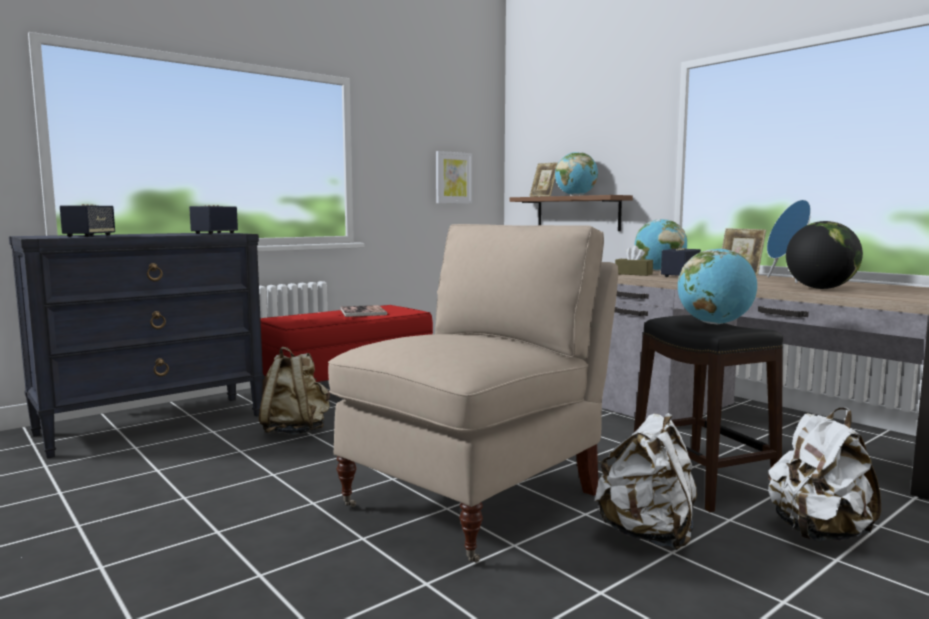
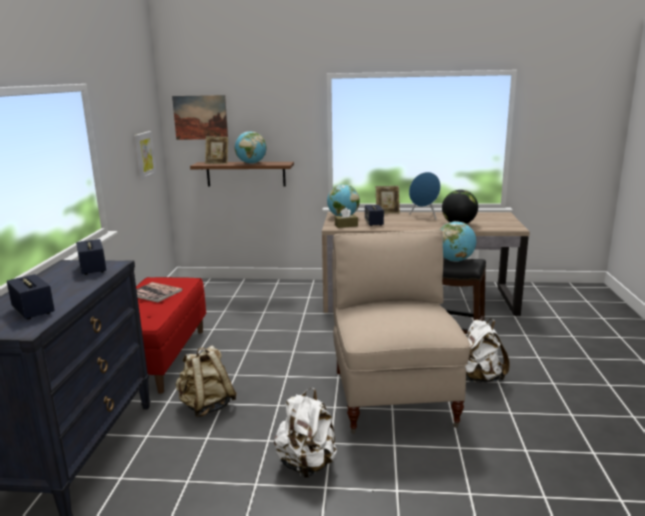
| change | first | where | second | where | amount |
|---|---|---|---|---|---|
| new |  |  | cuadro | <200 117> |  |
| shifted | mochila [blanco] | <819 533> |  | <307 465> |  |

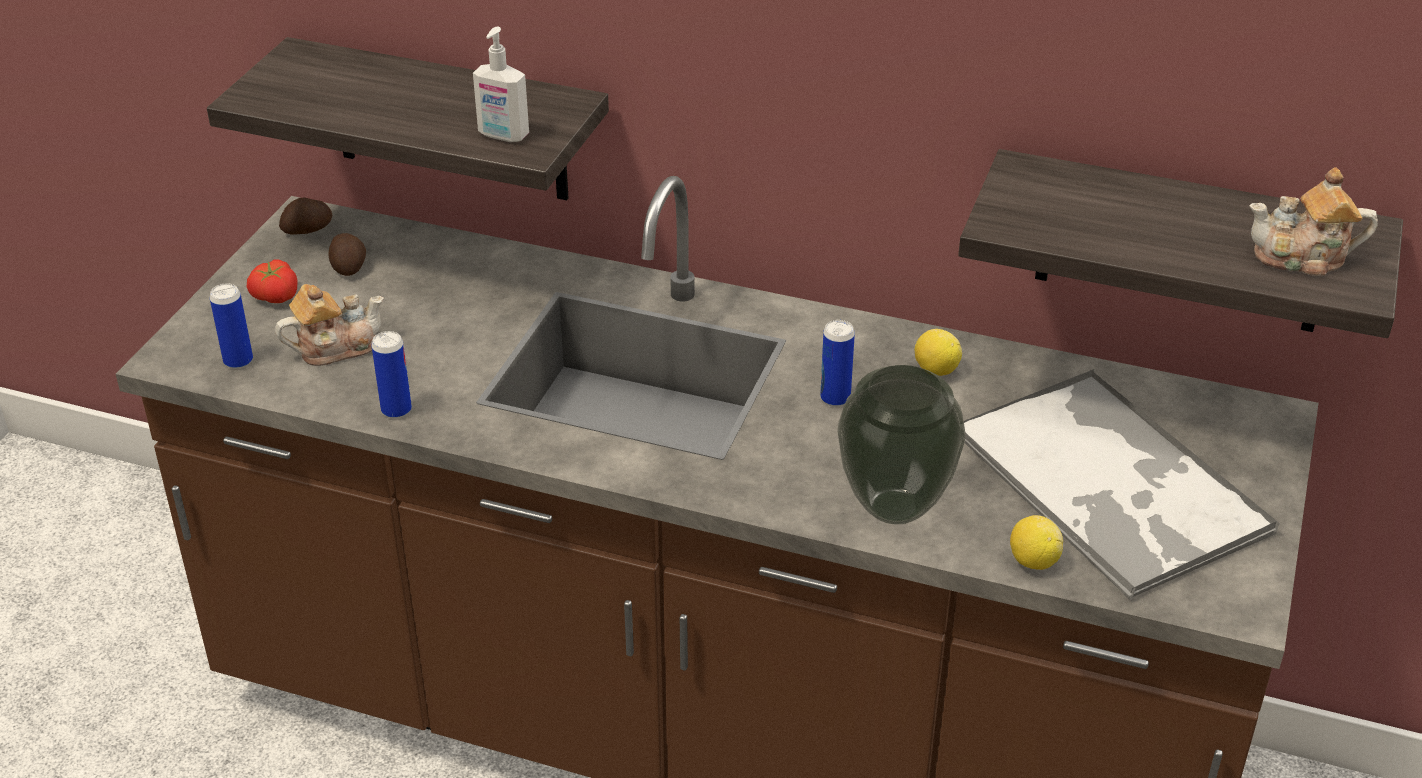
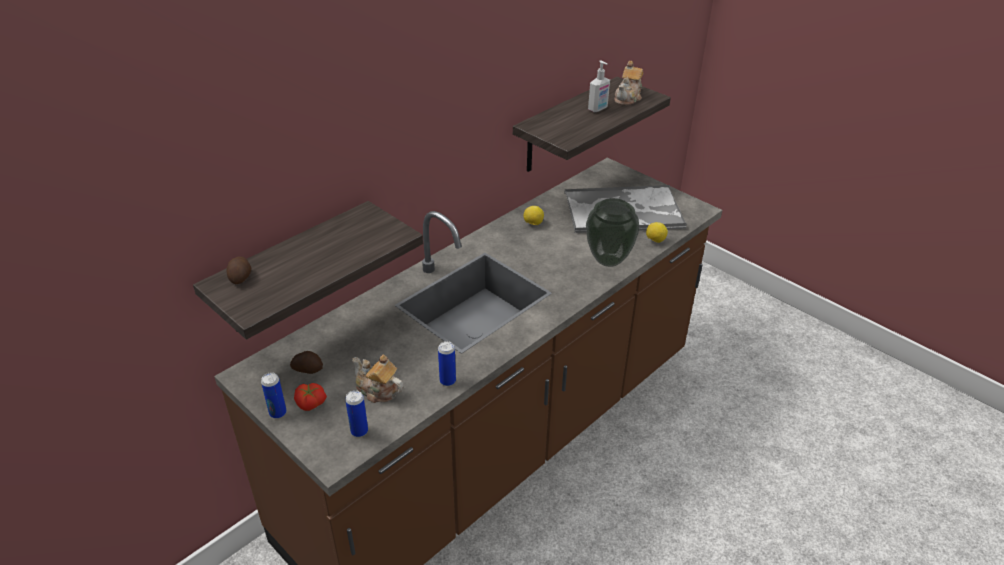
| change | first | where | second | where | amount |
|---|---|---|---|---|---|
| shifted | patata | <308 230> |  | <241 277> |  |
| shifted | dispensador de jabón | <503 136> |  | <598 109> |  |
| shifted | lata | <835 398> |  | <278 413> |  |
| rotated | tetera | <335 347> |  | <377 391> | 60 degrees counterclockwise |

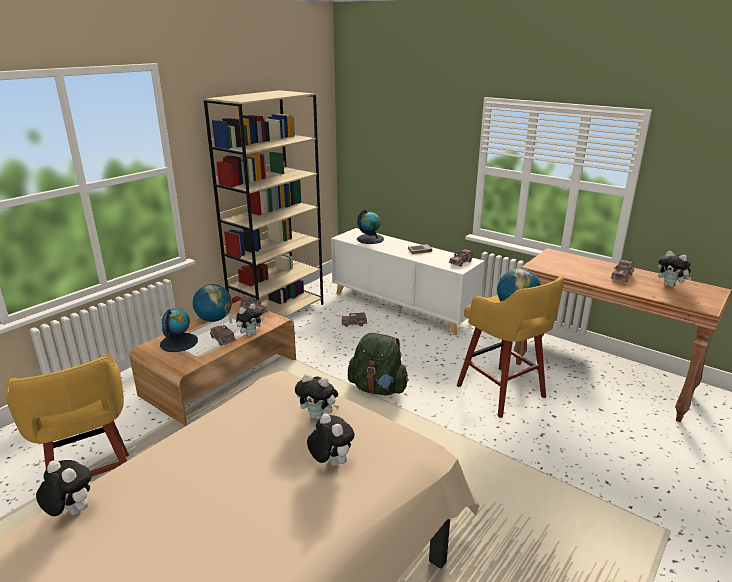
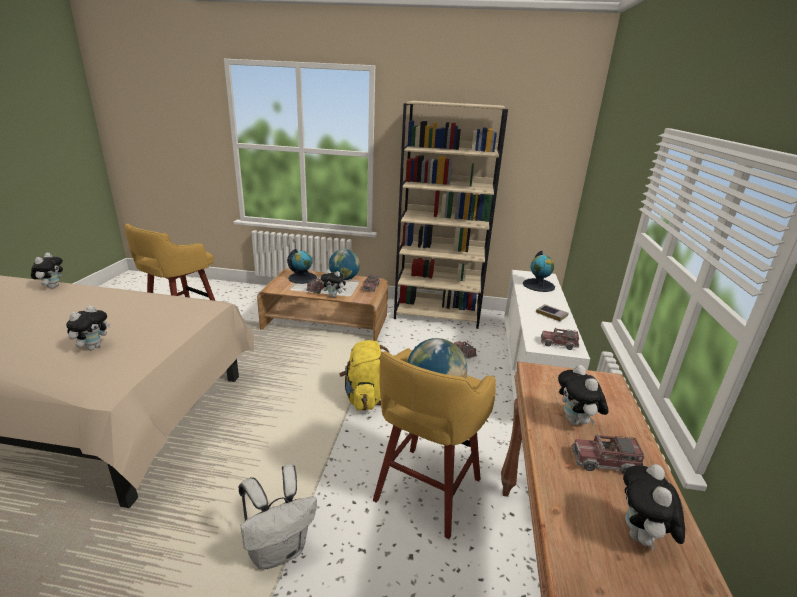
| change | first | where | second | where | amount |
|---|---|---|---|---|---|
| new |  |  | mochila [blanco] | <279 549> |  |
| shifted | peluche | <318 416> |  | <576 422> |  |
| repainted | mochila [verde] | <378 388> | mochila [amarillo] | <365 398> |  |

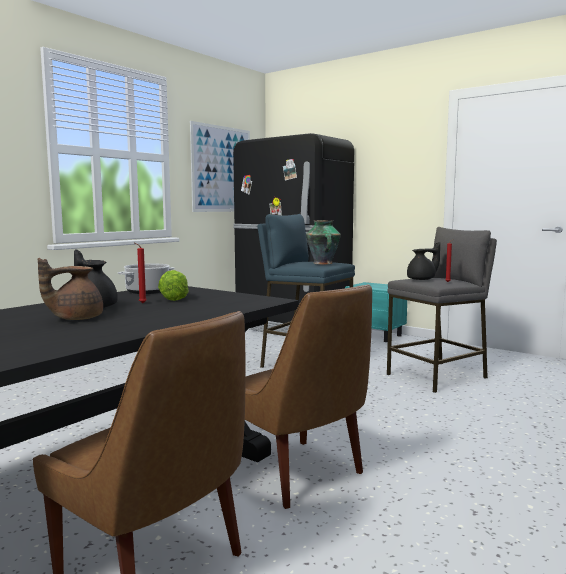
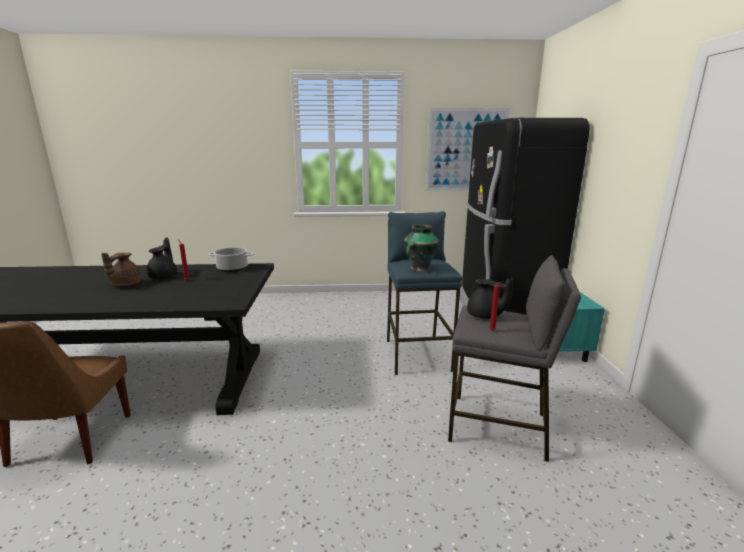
| change | first | where | second | where | amount |
|---|---|---|---|---|---|
| gone | lechuga | <176 297> |  |  |  |
| gone | silla [marrón] | <299 474> |  |  |  |
| rotated | tetera [marrón] | <75 318> |  | <125 284> | 90 degrees counterclockwise |

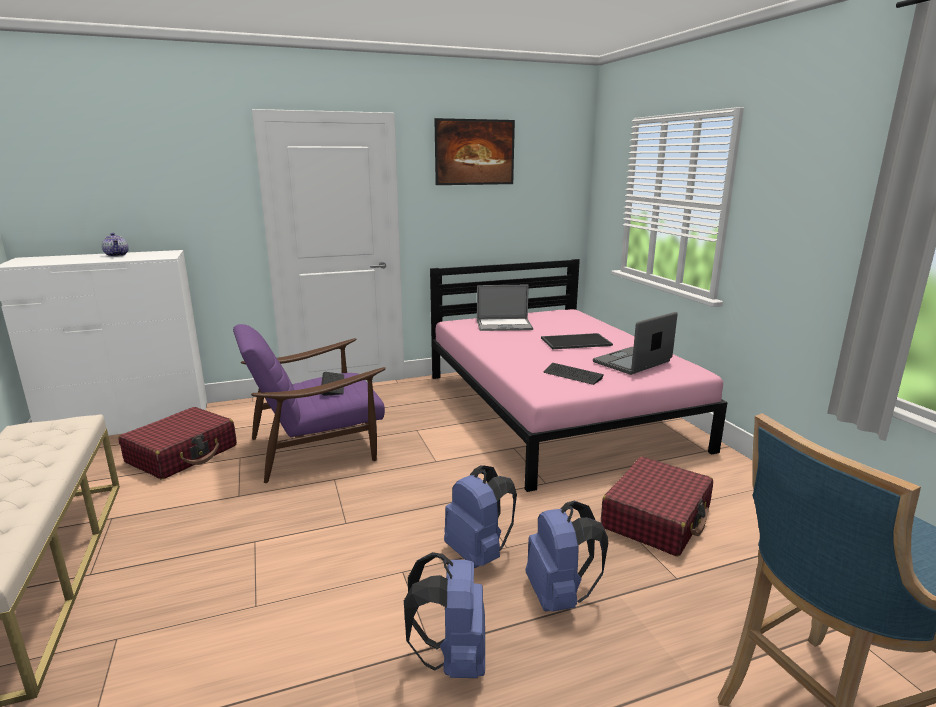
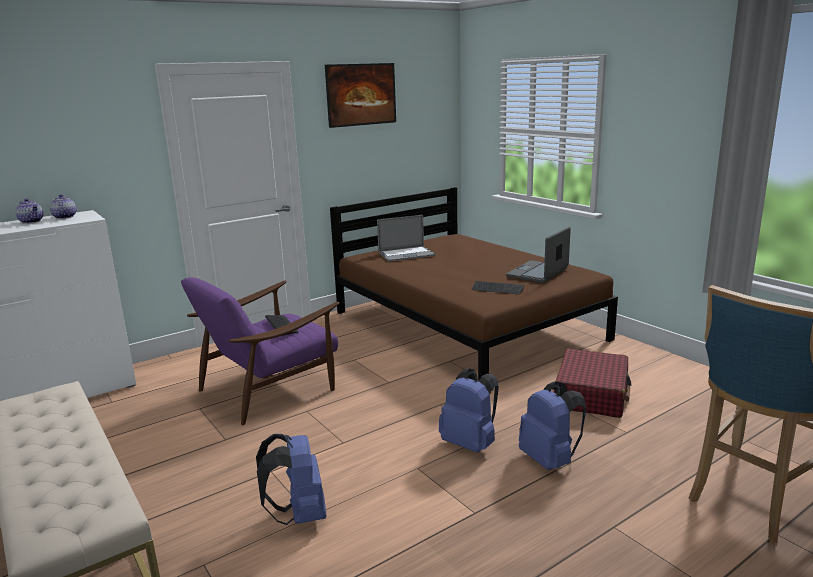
| change | first | where | second | where | amount |
|---|---|---|---|---|---|
| gone | maleta [rojo] | <182 454> |  |  |  |
| gone | bandeja | <576 341> |  |  |  |
| new |  |  | tetera | <64 217> |  |
| shifted | mochila [azul] | <453 658> |  | <299 515> |  |
| repainted | cama [rosa] | <555 409> | cama [marrón] | <466 325> |  |

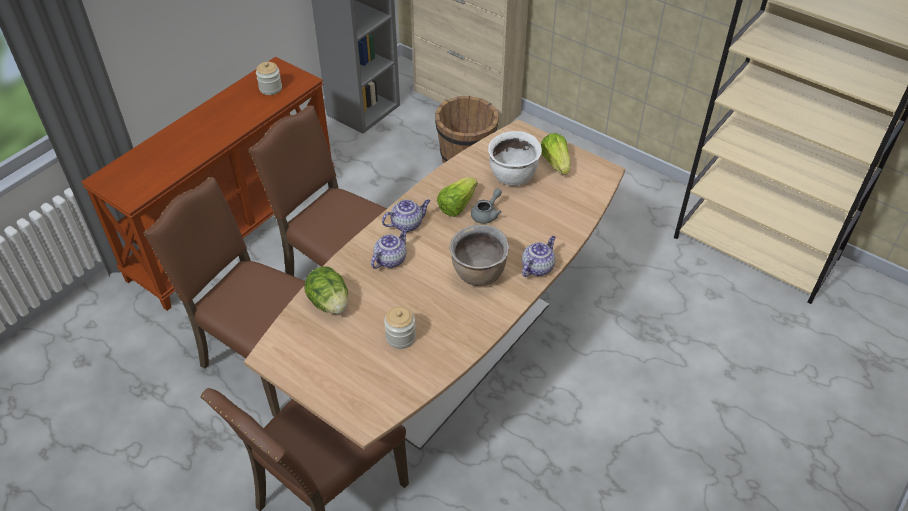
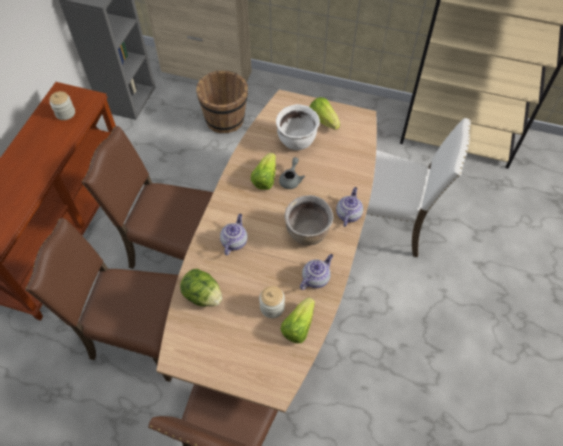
| change | first | where | second | where | amount |
|---|---|---|---|---|---|
| new |  |  | lechuga | <298 326> |  |
| new |  |  | silla [blanco] | <387 224> |  |
| shifted | tetera | <407 224> |  | <315 278> |  |

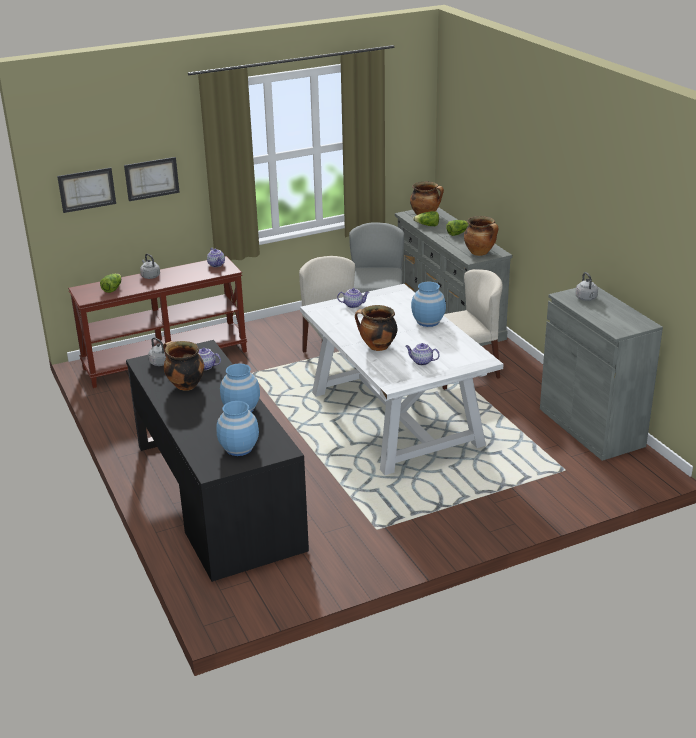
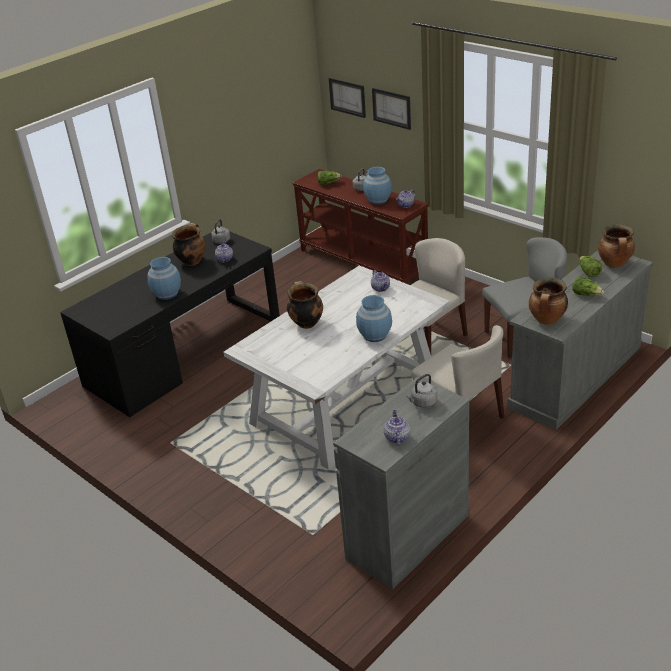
| change | first | where | second | where | amount |
|---|---|---|---|---|---|
| shifted | florero [azul] | <239 448> |  | <378 200> |  |
| shifted | tetera | <421 362> |  | <396 437> |  |

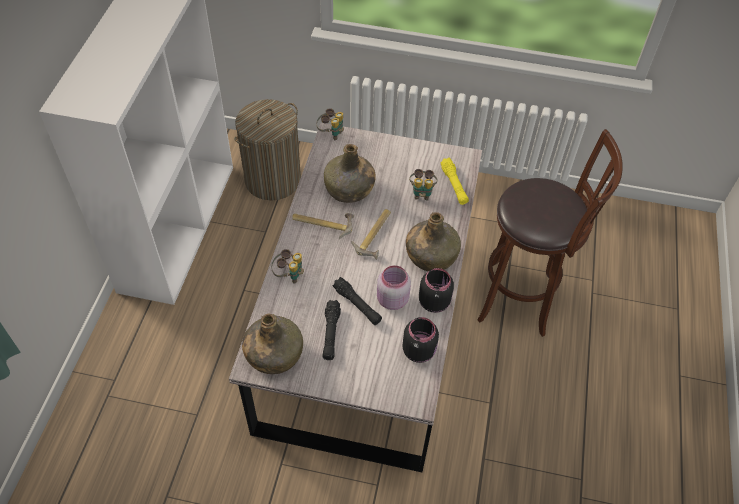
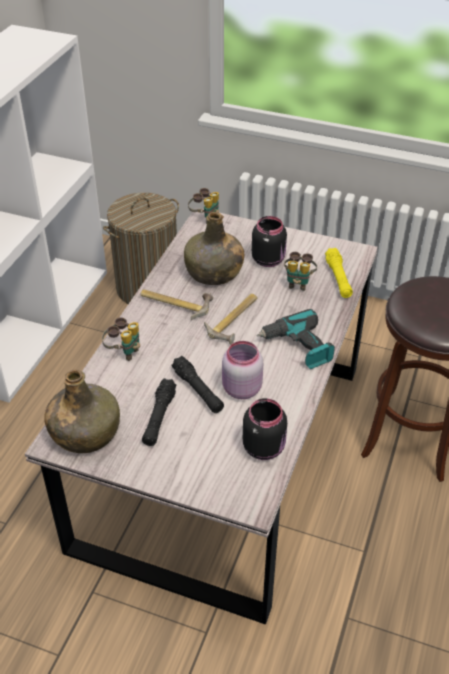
| change | first | where | second | where | amount |
|---|---|---|---|---|---|
| shifted | tarro [negro] | <434 301> |  | <268 259> |  |
| swapped | botella [verde] | <431 256> | taladro | <298 347> |  |

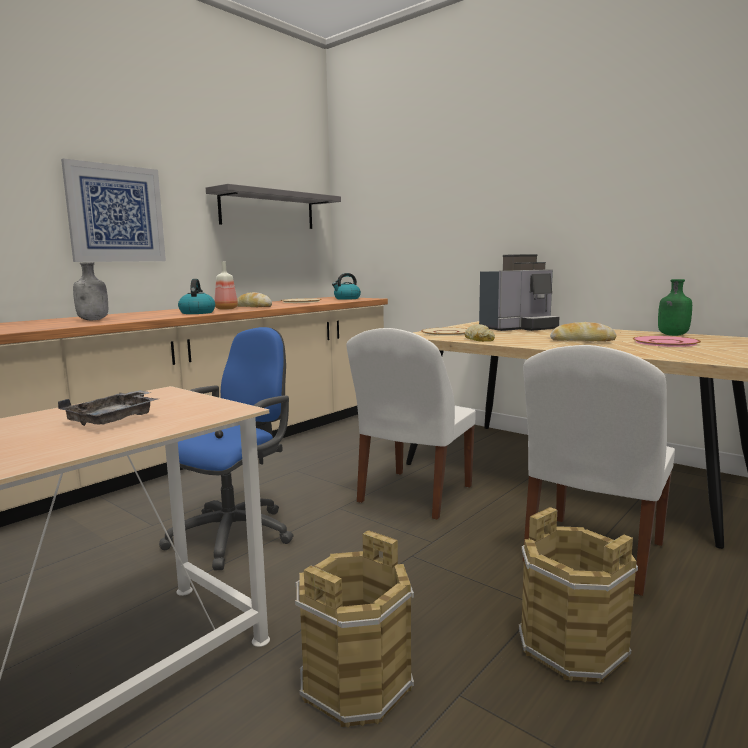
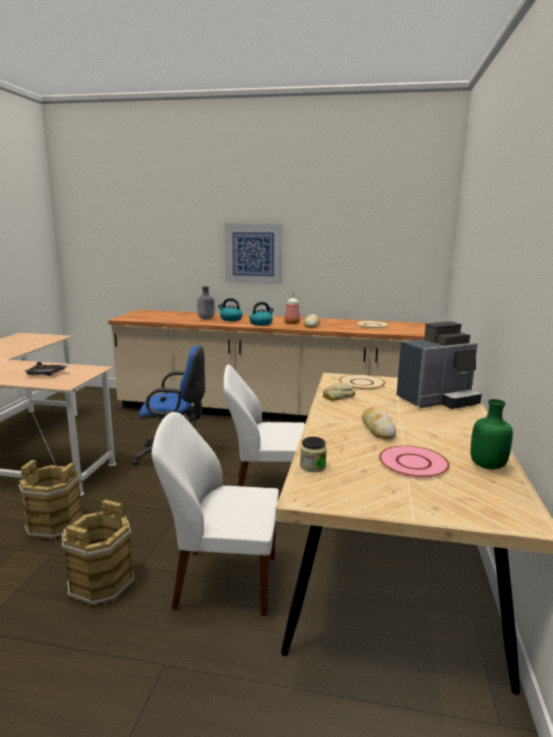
| change | first | where | second | where | amount |
|---|---|---|---|---|---|
| gone | estante [gris] | <268 210> |  |  |  |
| new |  |  | tarro | <312 466> |  |
| shifted | hervidor | <347 298> |  | <230 319> |  |
| rotated | cafetera | <519 328> |  | <438 400> | 60 degrees counterclockwise |

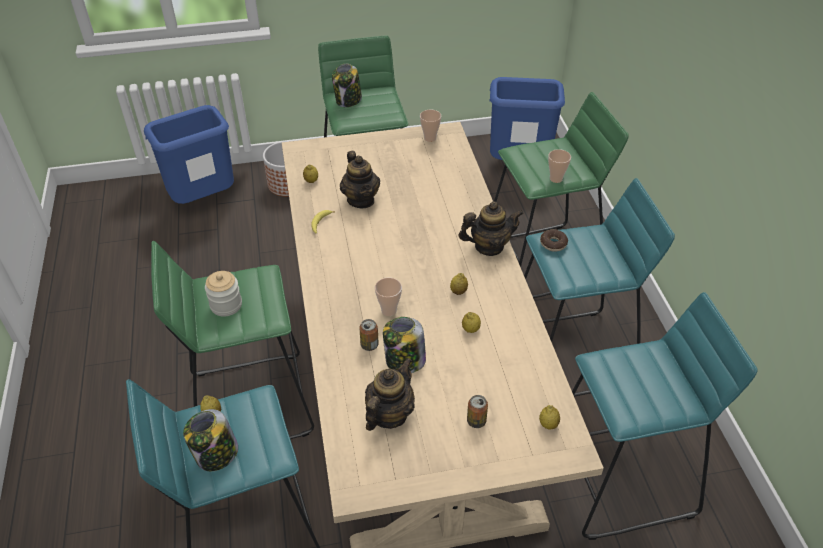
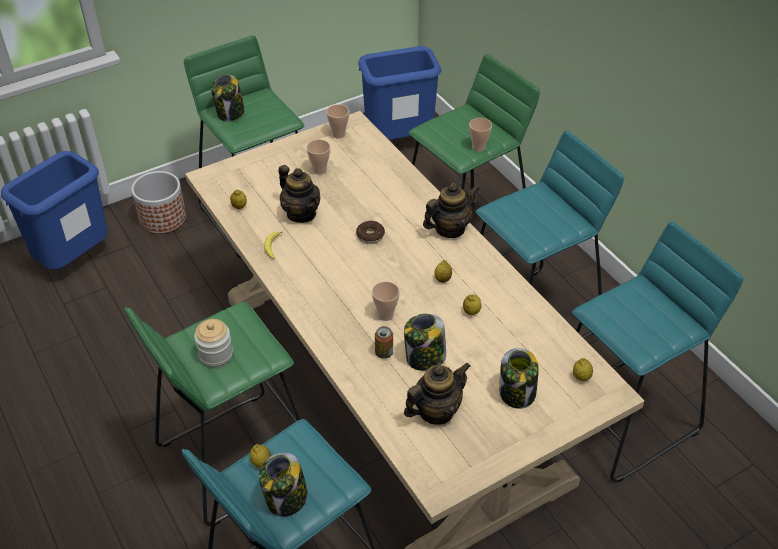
| change | first | where | second | where | amount |
|---|---|---|---|---|---|
| new |  |  | taza | <320 170> |  |
| shifted | rosquilla | <553 243> |  | <370 235> |  |
| swapped | lata | <476 421> | tarro | <517 393> |  |
| rotated | tetera | <389 414> |  | <435 411> | 45 degrees clockwise |

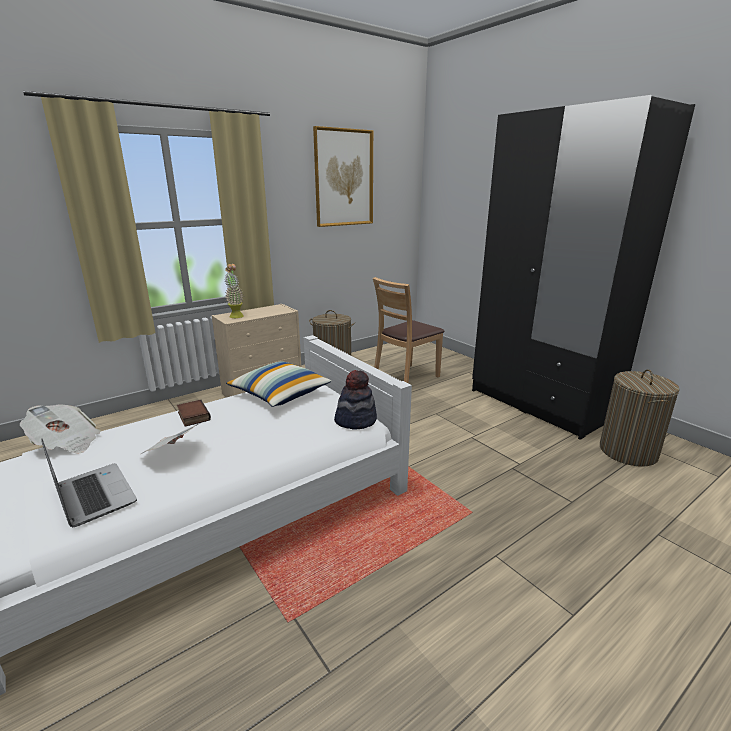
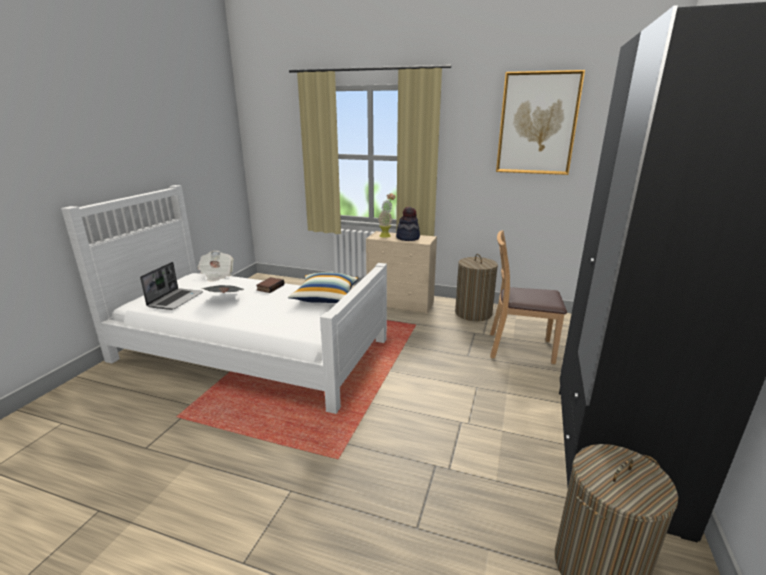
| change | first | where | second | where | amount |
|---|---|---|---|---|---|
| shifted | sombrero | <355 420> |  | <408 238> |  |

